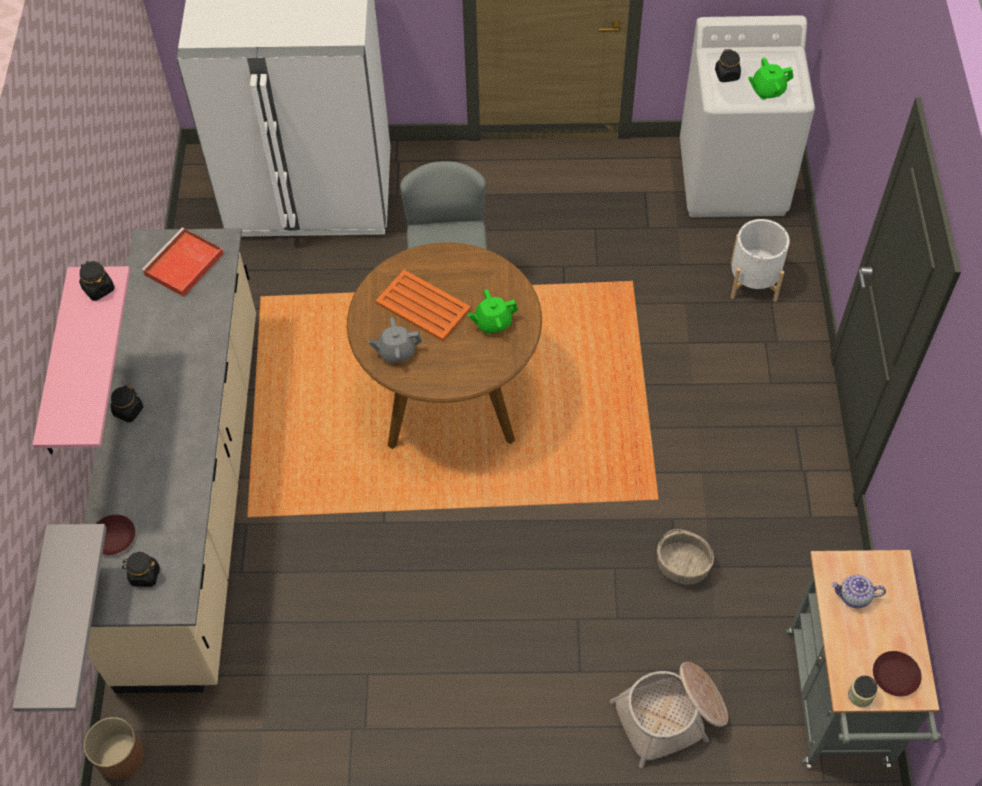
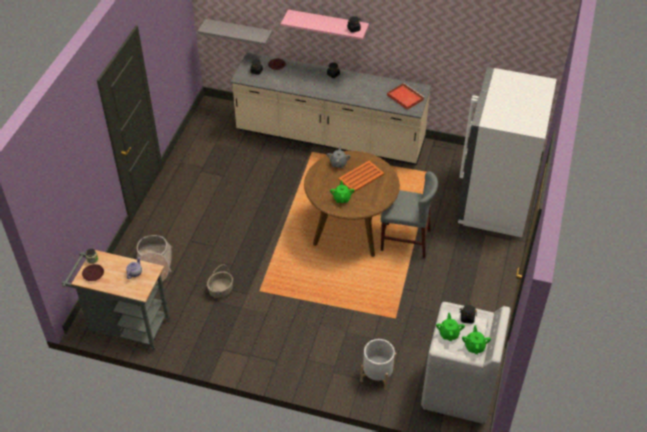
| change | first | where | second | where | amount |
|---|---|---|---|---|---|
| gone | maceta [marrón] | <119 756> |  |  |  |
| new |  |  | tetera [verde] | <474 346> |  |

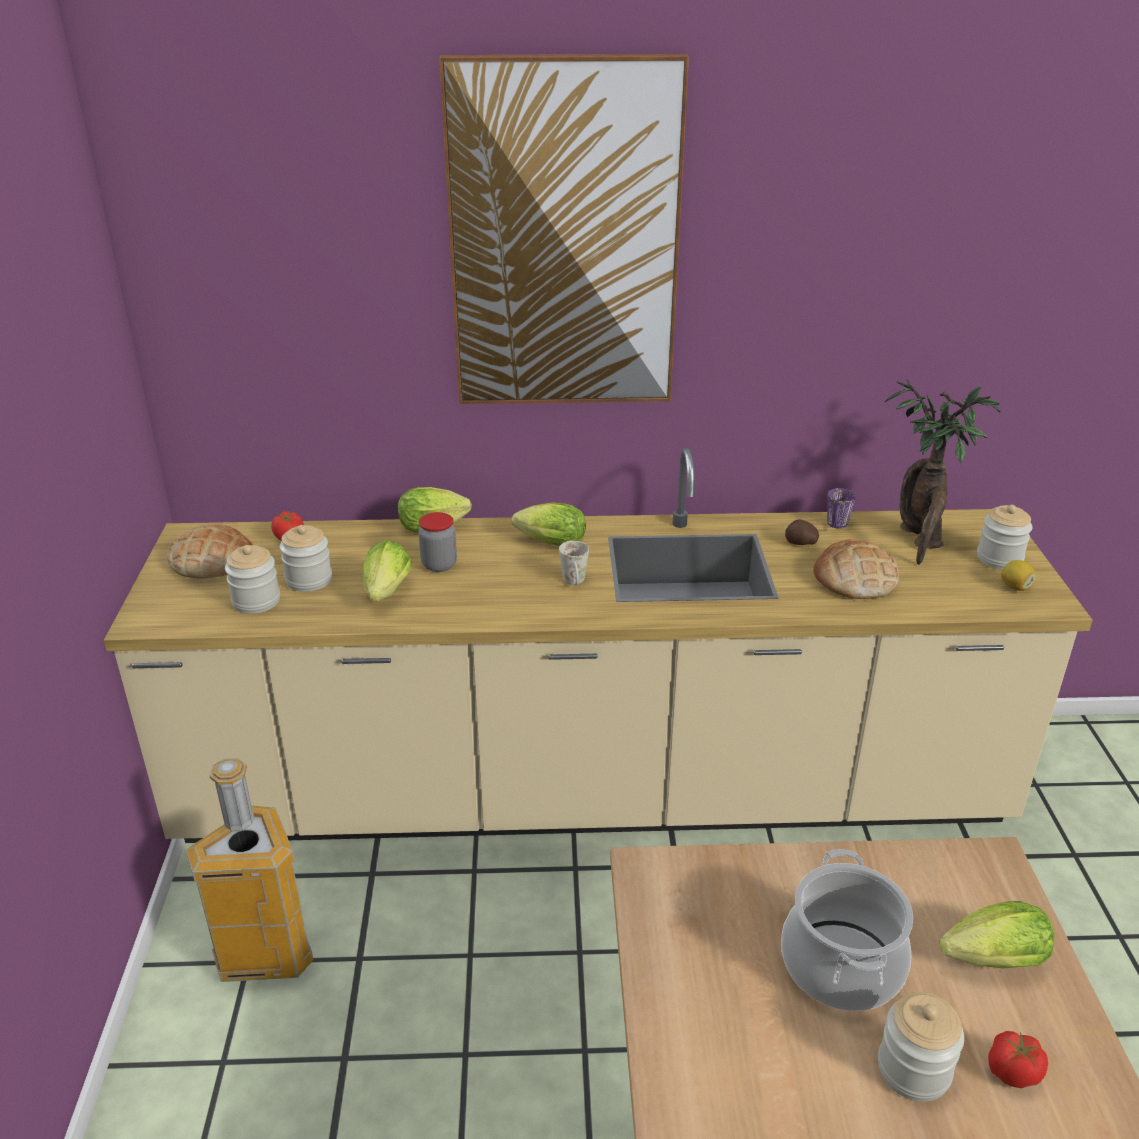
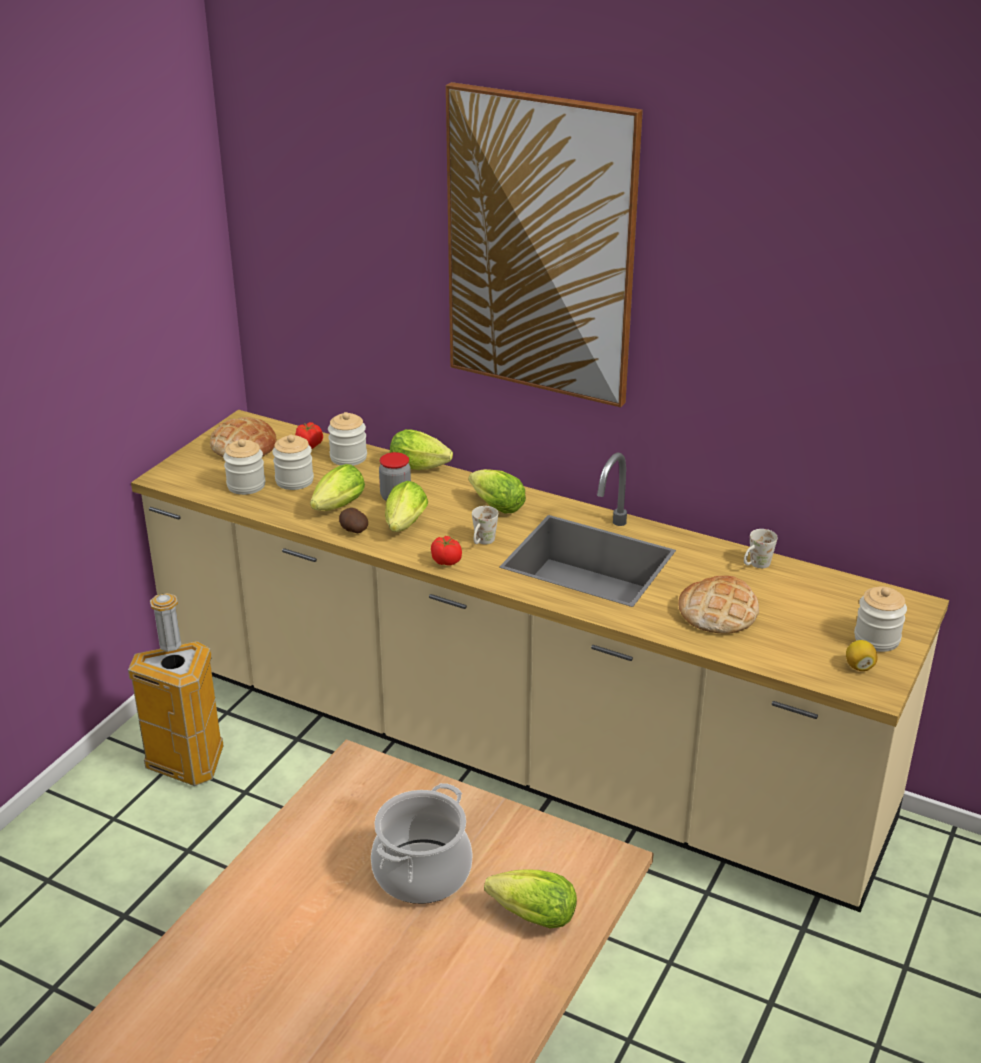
| change | first | where | second | where | amount |
|---|---|---|---|---|---|
| gone | planta en maceta | <920 541> |  |  |  |
| new |  |  | lechuga | <404 527> |  |
| shifted | patata | <800 543> |  | <353 530> |  |
| shifted | tarro | <913 1069> |  | <348 457> |  |
| shifted | tomate | <1012 1072> |  | <446 561> |  |
| repainted | taza grande [morado] | <836 527> | taza grande [blanco] | <756 565> |  |

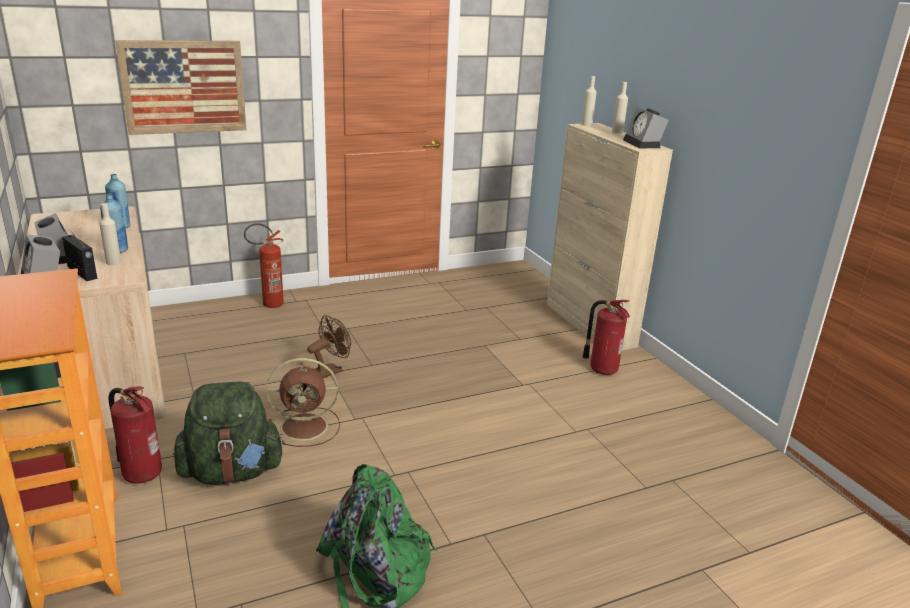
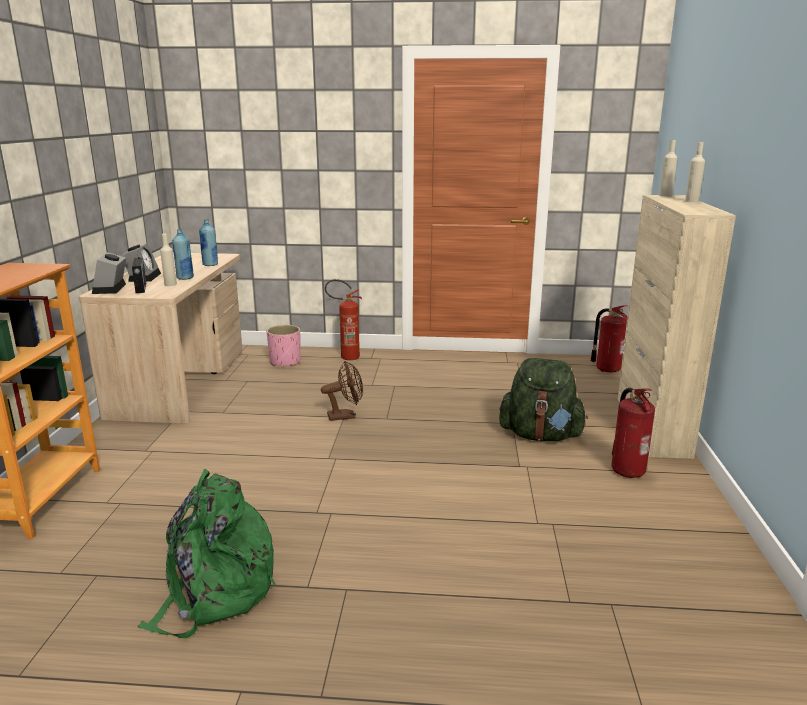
| change | first | where | second | where | amount |
|---|---|---|---|---|---|
| gone | cuadro | <184 87> |  |  |  |
| gone | ventilador [marrón] | <306 427> |  |  |  |
| gone | despertador | <643 144> |  |  |  |
| new |  |  | maceta [rosa] | <285 362> |  |
| shifted | extintor | <141 473> |  | <607 369> |  |
| shifted | mochila [verde] | <232 472> |  | <540 435> |  |

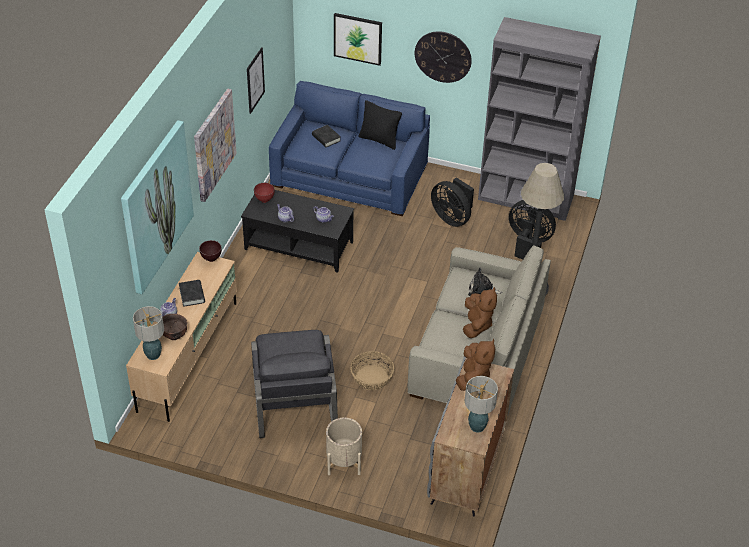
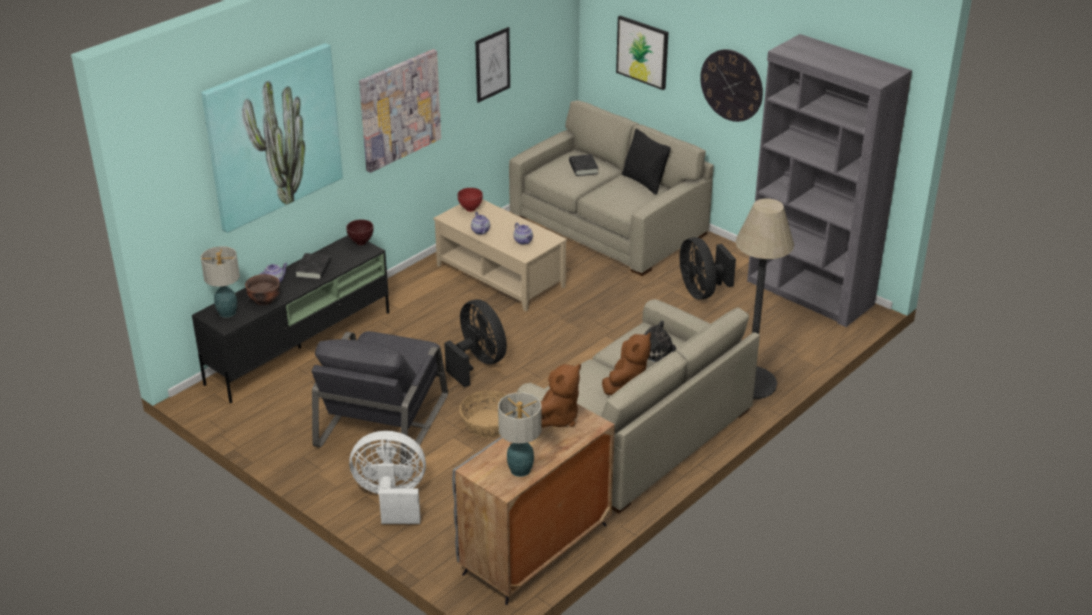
| change | first | where | second | where | amount |
|---|---|---|---|---|---|
| shifted | ventilador [negro] | <528 244> |  | <477 363> |  |
| swapped | maceta [beis] | <344 462> | ventilador [blanco] | <391 499> |  |
| repainted | mueble de televisión [beis] | <189 355> | mueble de televisión [negro] | <301 347> |  |
| repainted | mesa de centro [negro] | <299 245> | mesa de centro [beis] | <501 275> |  |
| repainted | sofá [azul] | <350 175> | sofá [beis] | <609 224> |  |

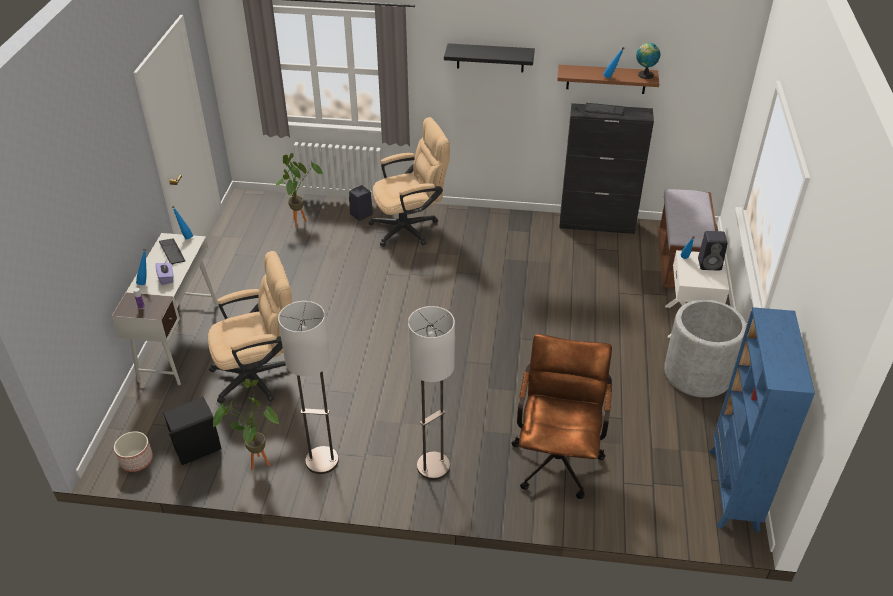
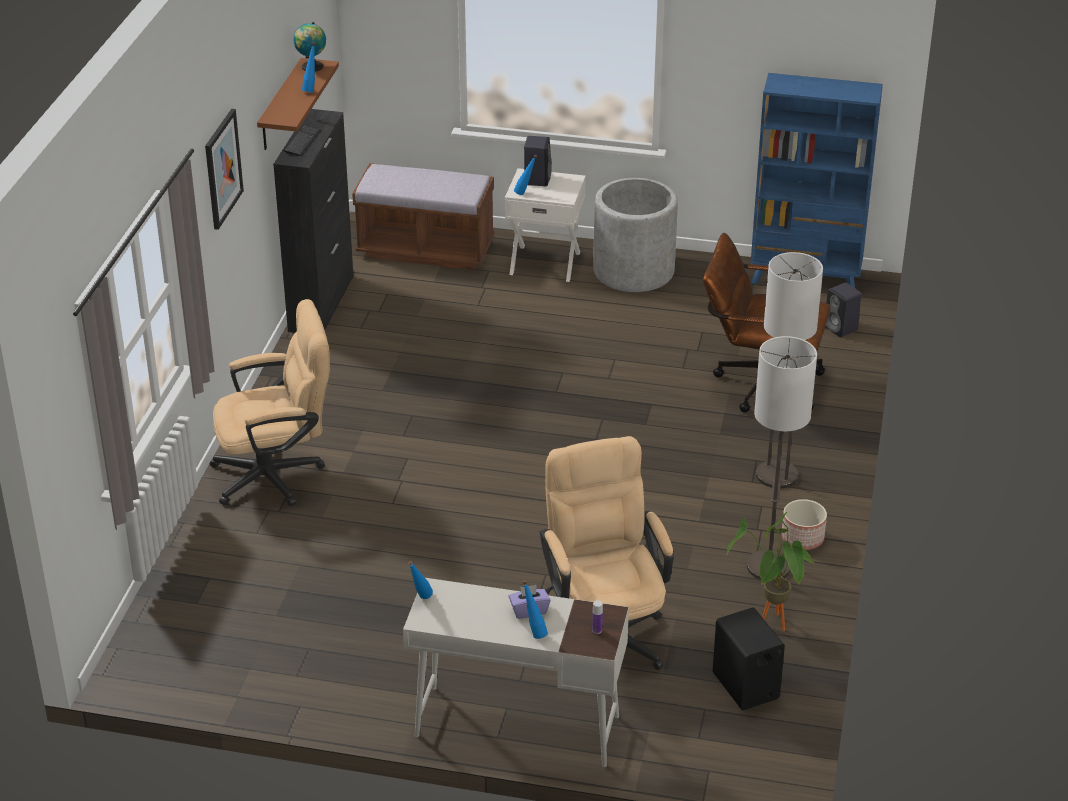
| change | first | where | second | where | amount |
|---|---|---|---|---|---|
| gone | teclado | <172 252> |  |  |  |
| gone | planta en maceta | <300 220> |  |  |  |
| shifted | maceta | <136 460> |  | <802 538> |  |
| shifted | altavoz [negro] | <361 215> |  | <841 328> |  |
| swapped | estante [negro] | <490 58> | cuadro | <222 168> |  |
| rotated | silla de oficina [beis] | <411 227> |  | <278 475> | 90 degrees clockwise |

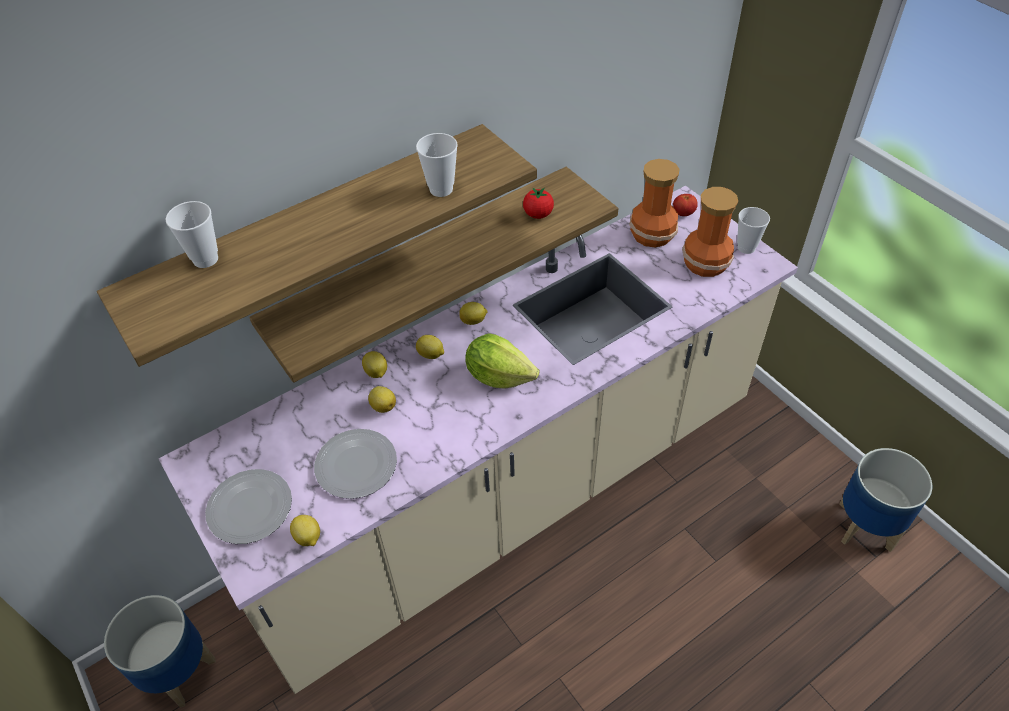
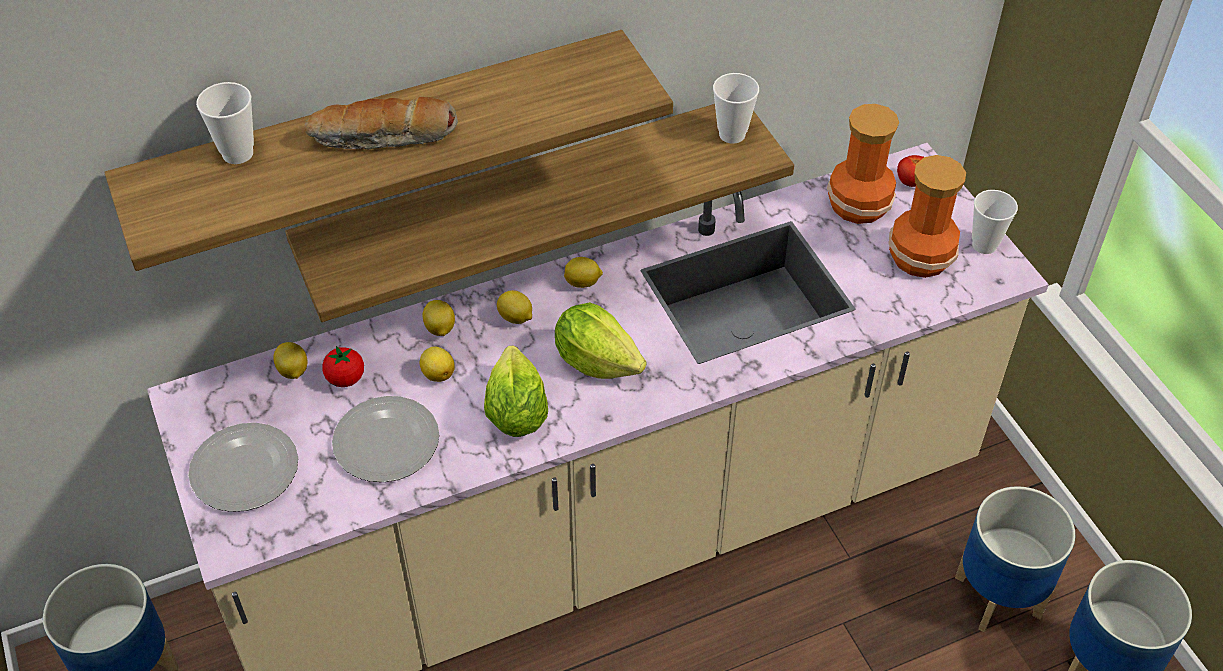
| change | first | where | second | where | amount |
|---|---|---|---|---|---|
| new |  |  | pan | <383 138> |  |
| new |  |  | lechuga | <516 413> |  |
| new |  |  | maceta | <999 595> |  |
| shifted | limón | <308 538> |  | <293 371> |  |
| shifted | taza | <441 189> |  | <732 134> |  |
| shifted | tomate | <538 214> |  | <345 378> |  |

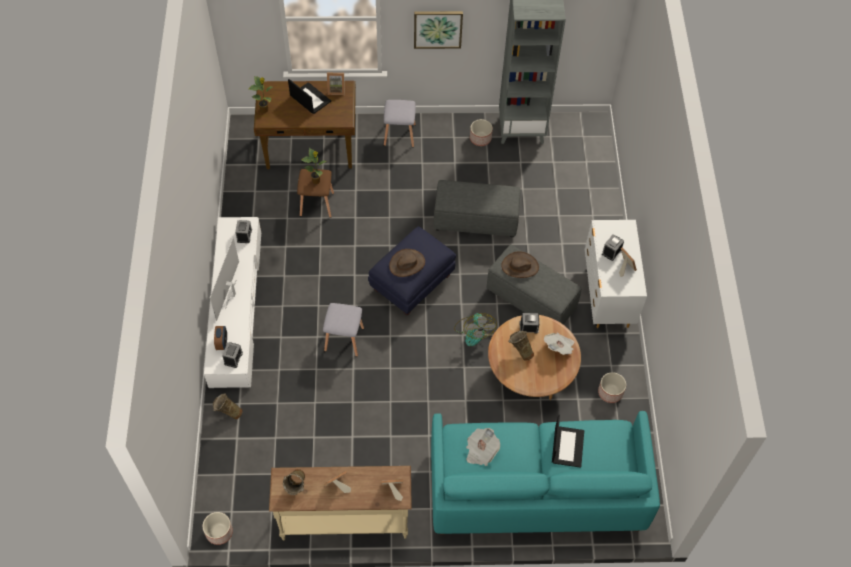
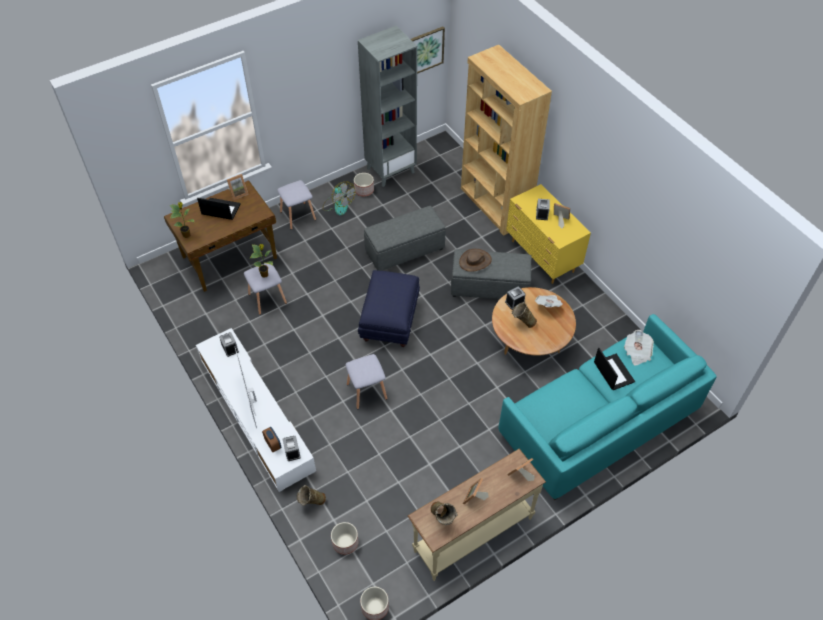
| change | first | where | second | where | amount |
|---|---|---|---|---|---|
| gone | sombrero [marrón] | <407 264> |  |  |  |
| new |  |  | estantería [marrón] | <494 205> |  |
| shifted | cuadro | <438 28> |  | <425 51> |  |
| shifted | ventilador | <473 331> |  | <338 205> |  |
| shifted | periódico | <480 451> |  | <637 352> |  |
| shifted | maceta | <610 392> |  | <345 543> |  |
| repainted | taburete [marrón] | <316 204> | taburete [gris] | <267 299> |  |
| repainted | cómoda [blanco] | <607 295> | cómoda [amarillo] | <542 257> |  |

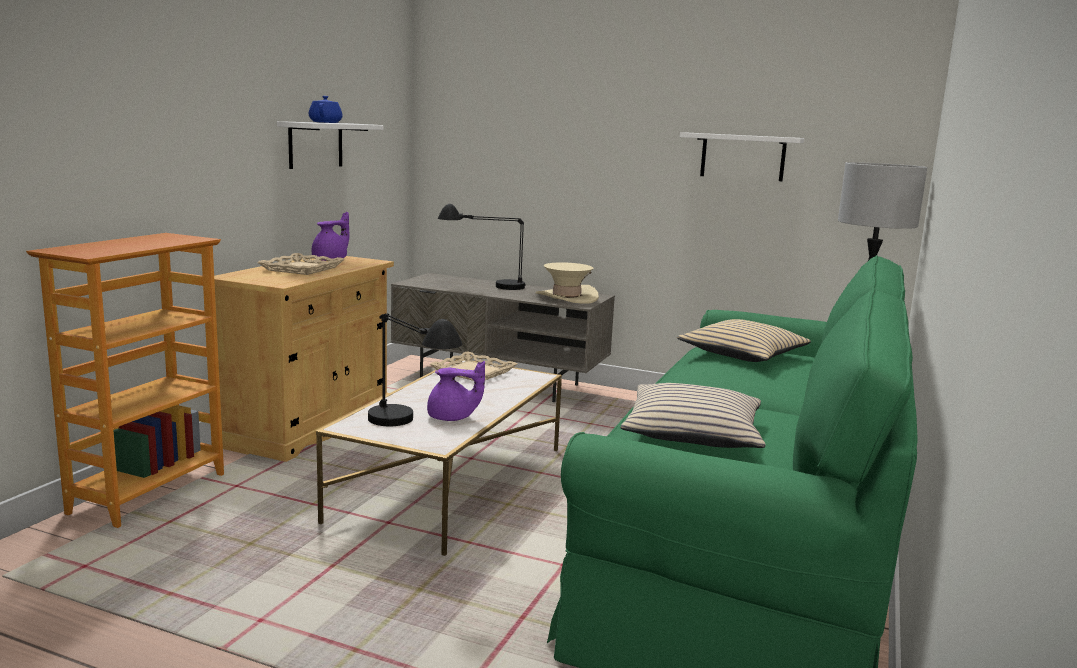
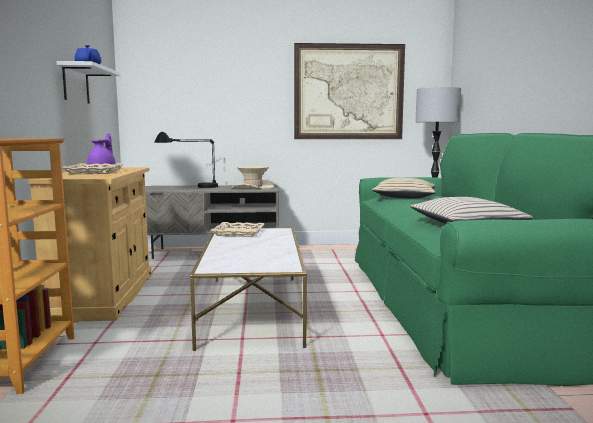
| change | first | where | second | where | amount |
|---|---|---|---|---|---|
| gone | lámpara de mesa [negro] | <410 430> |  |  |  |
| gone | tetera [morado] | <452 418> |  |  |  |
| swapped | estante [blanco] | <742 157> | cuadro | <349 92> |  |

